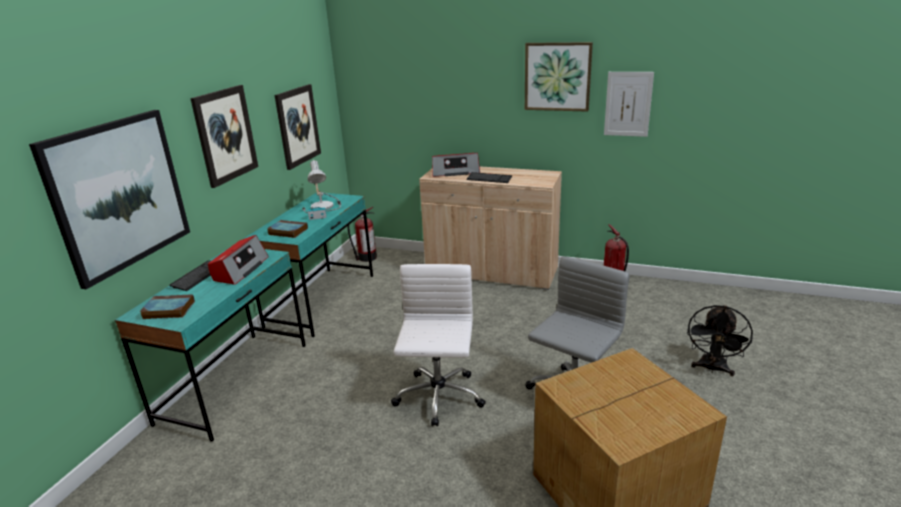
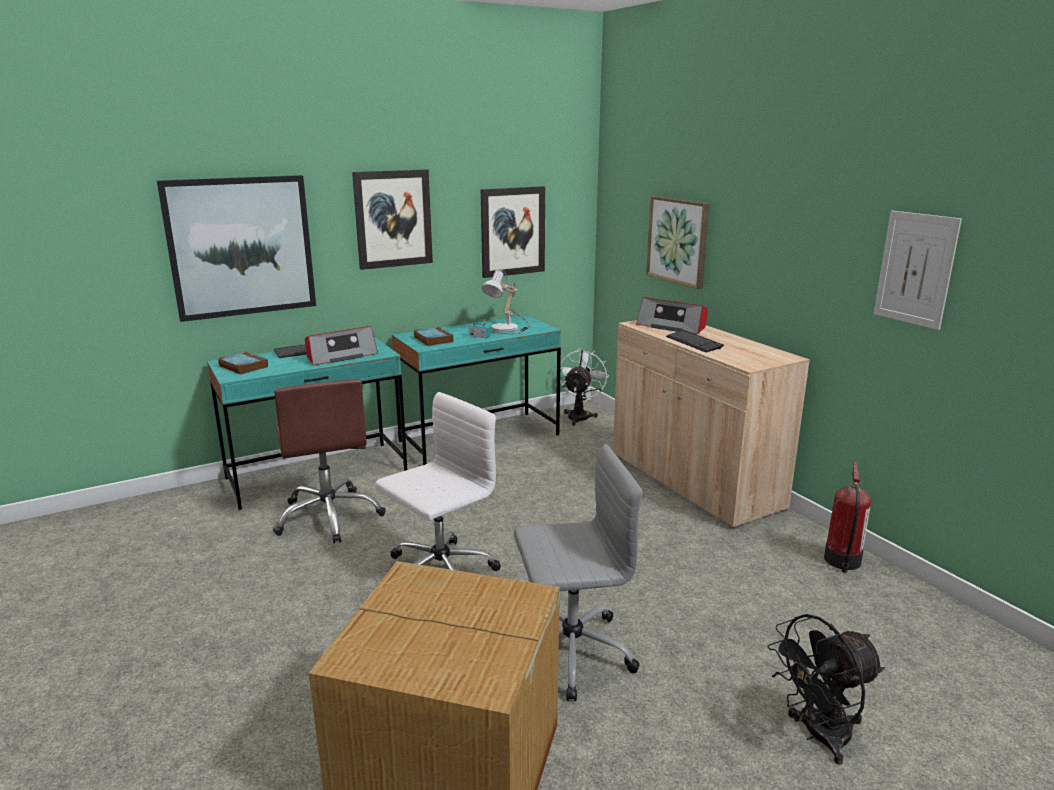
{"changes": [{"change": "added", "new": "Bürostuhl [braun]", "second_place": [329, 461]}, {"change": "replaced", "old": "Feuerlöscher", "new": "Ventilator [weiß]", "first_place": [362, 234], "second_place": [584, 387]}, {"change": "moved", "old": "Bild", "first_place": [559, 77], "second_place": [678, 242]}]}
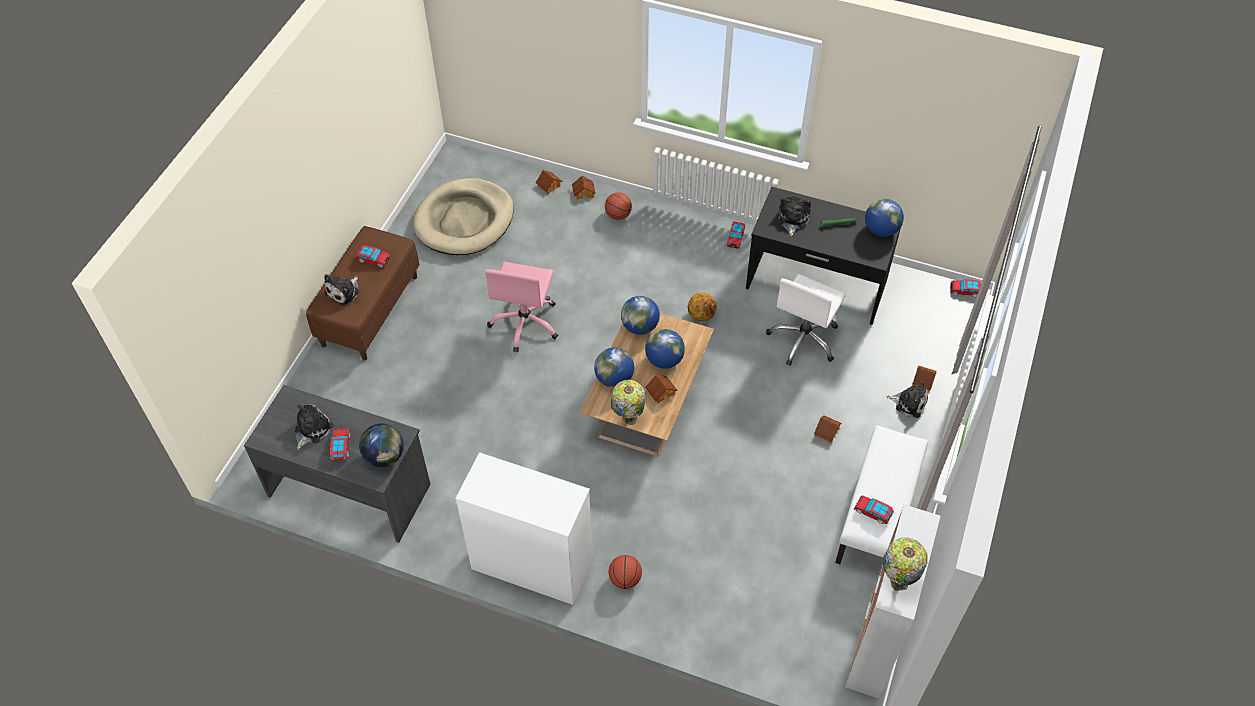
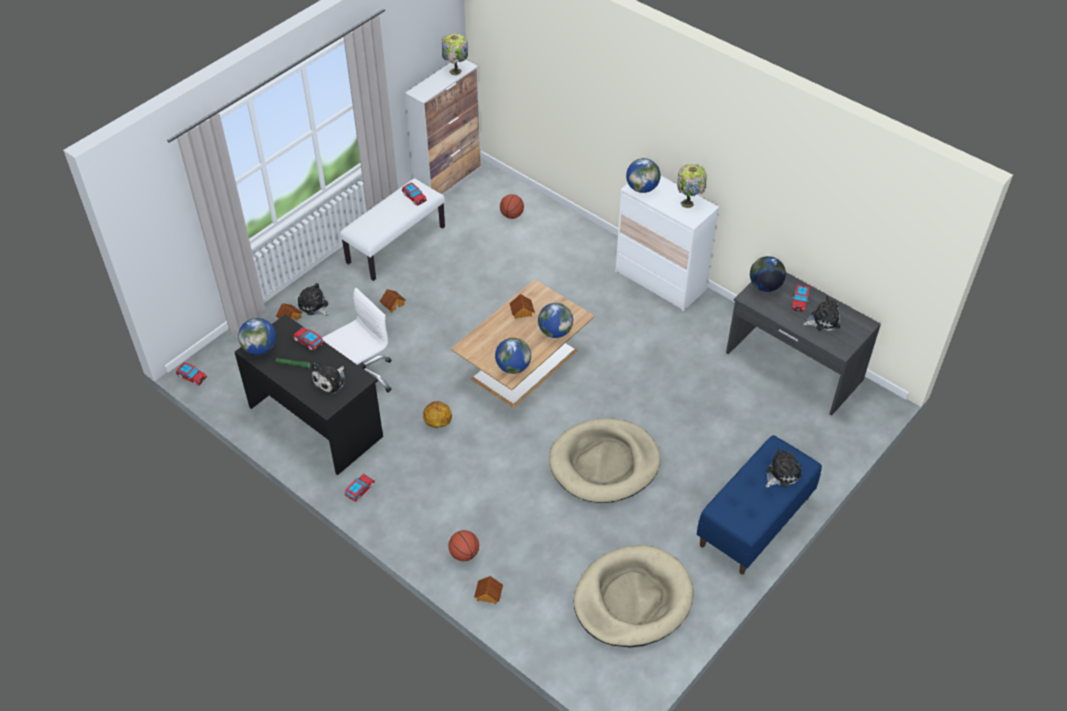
{"changes": [{"change": "moved", "old": "Spielzeugauto", "first_place": [373, 256], "second_place": [308, 338]}, {"change": "moved", "old": "Basketball", "first_place": [625, 572], "second_place": [512, 206]}, {"change": "replaced", "old": "Bürostuhl [rosa]", "new": "Hundebett [beige]", "first_place": [521, 307], "second_place": [605, 460]}, {"change": "moved", "old": "Globus", "first_place": [665, 349], "second_place": [643, 175]}, {"change": "moved", "old": "Tischlampe", "first_place": [628, 402], "second_place": [691, 186]}, {"change": "recoloured", "old": "Bank [braun]", "new": "Bank [blau]", "first_place": [363, 293], "second_place": [759, 504]}, {"change": "turned", "old": "Plüschtier", "first_place": [313, 427], "second_place": [821, 313], "degrees": -150}, {"change": "removed", "old": "Spielzeughaus", "first_place": [549, 182]}]}
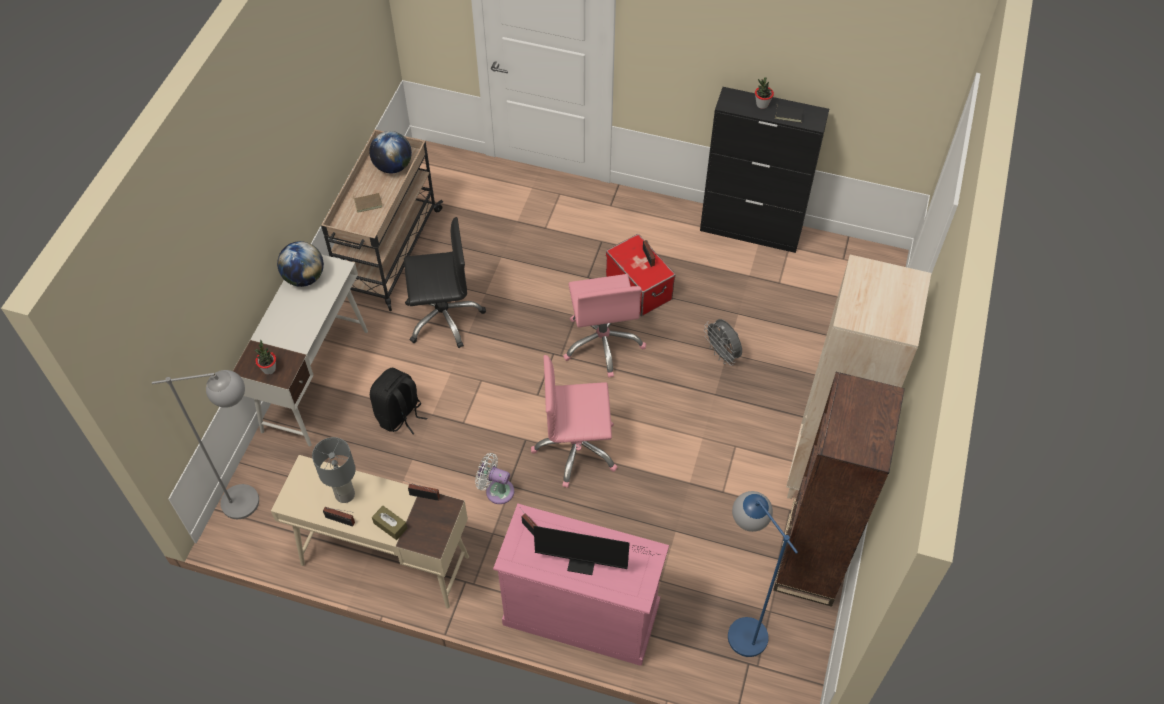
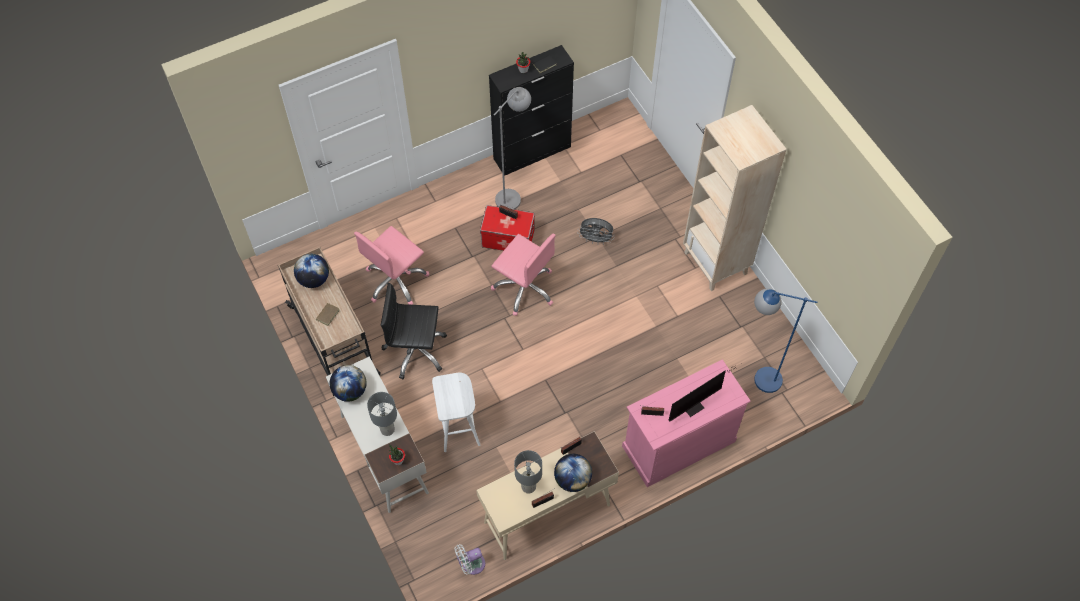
{"changes": [{"change": "moved", "old": "Bürostuhl [rosa]", "first_place": [574, 421], "second_place": [391, 265]}, {"change": "added", "new": "Tischlampe [grau]", "second_place": [382, 414]}, {"change": "turned", "old": "Bürostuhl [schwarz]", "first_place": [445, 282], "second_place": [414, 331], "degrees": -120}, {"change": "replaced", "old": "Rucksack [schwarz]", "new": "Hocker [weiß]", "first_place": [398, 401], "second_place": [456, 412]}, {"change": "moved", "old": "Ventilator [weiß]", "first_place": [494, 478], "second_place": [470, 559]}, {"change": "moved", "old": "Stehlampe [grau]", "first_place": [205, 444], "second_place": [512, 148]}, {"change": "replaced", "old": "Taschentuchbox [braun]", "new": "Globus", "first_place": [390, 523], "second_place": [573, 473]}, {"change": "removed", "old": "Bücherregal [braun]", "first_place": [839, 489]}]}
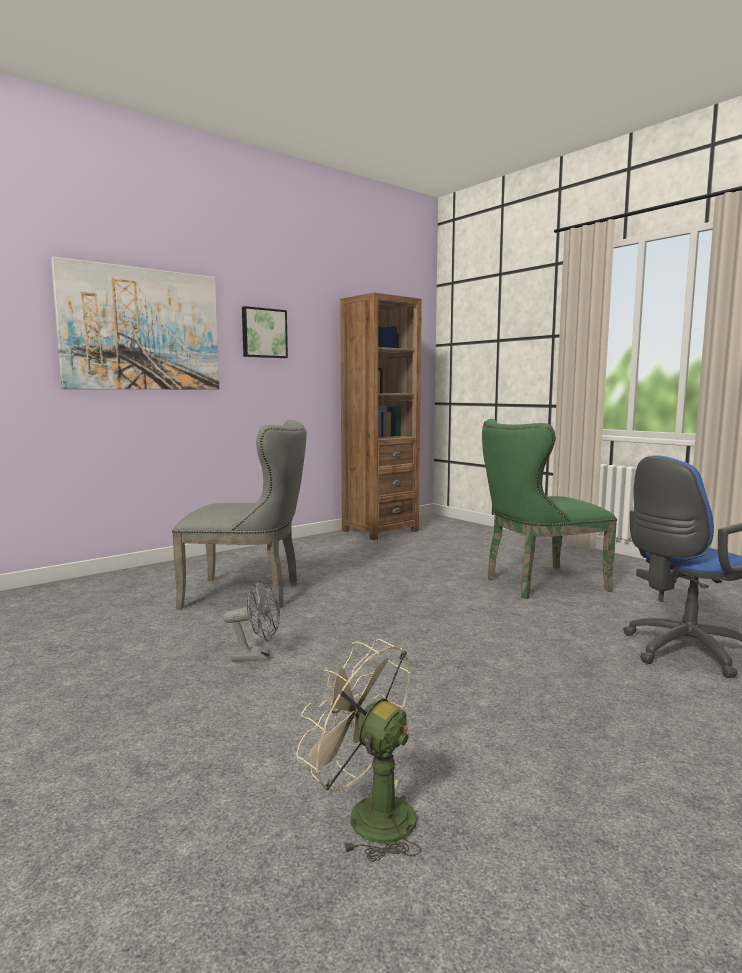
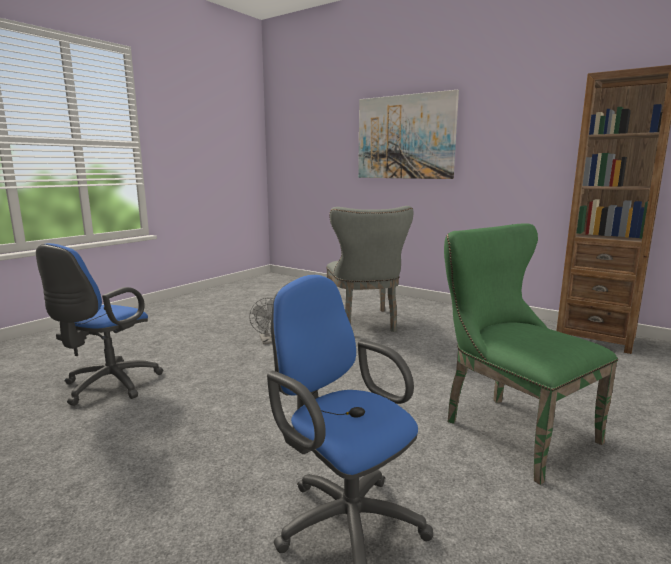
{"changes": [{"change": "replaced", "old": "Ventilator [beige]", "new": "Bürostuhl [blau]", "first_place": [358, 750], "second_place": [99, 324]}, {"change": "removed", "old": "Bild", "first_place": [265, 332]}]}
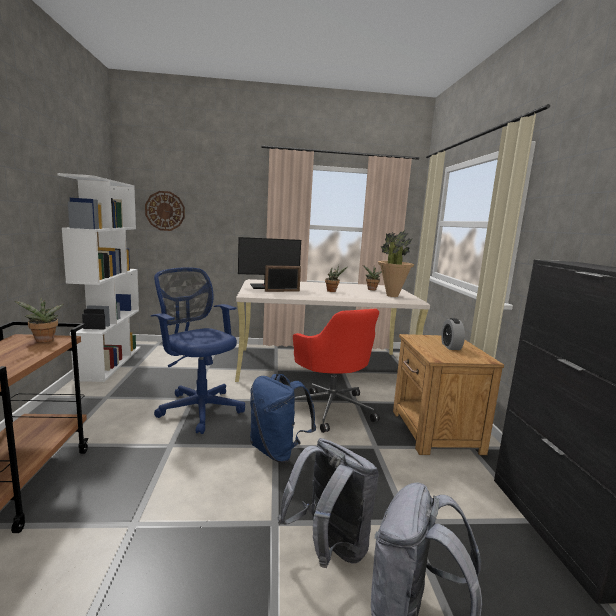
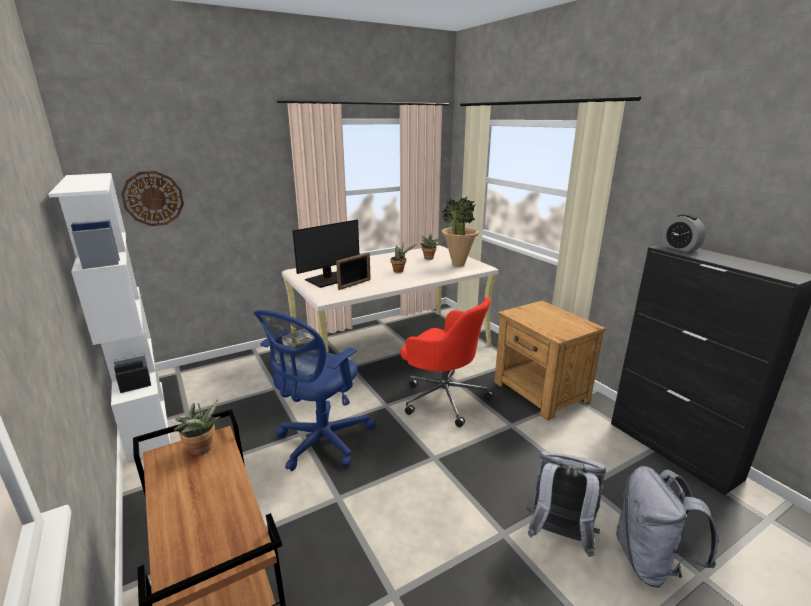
{"changes": [{"change": "turned", "old": "Bürostuhl [blau]", "first_place": [198, 350], "second_place": [314, 390], "degrees": -75}, {"change": "moved", "old": "Wecker", "first_place": [453, 334], "second_place": [684, 233]}, {"change": "removed", "old": "Rucksack [blau]", "first_place": [283, 418]}]}
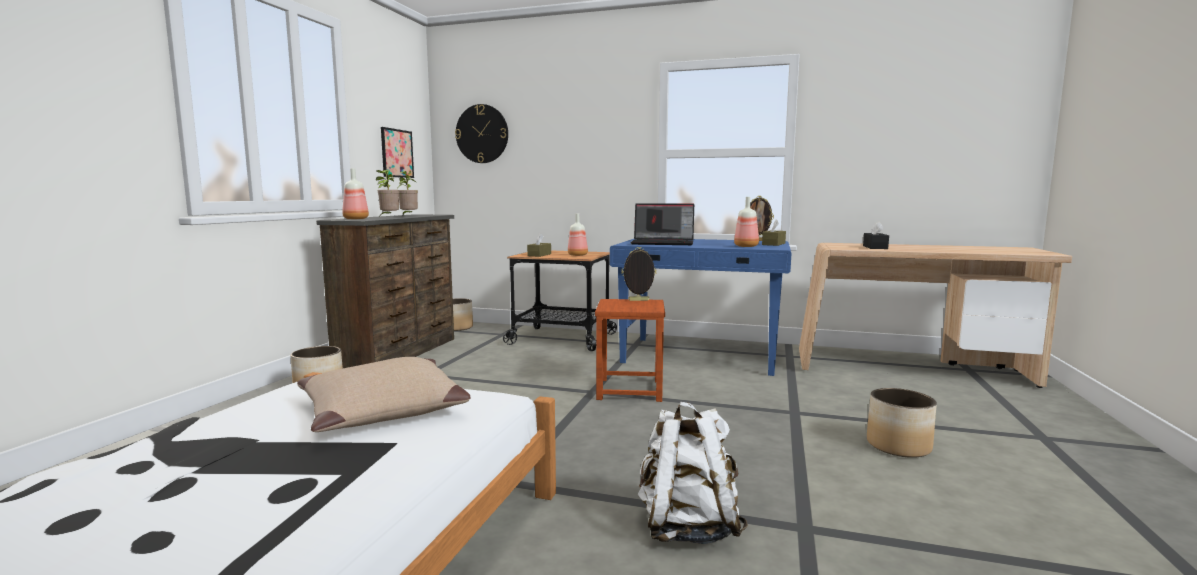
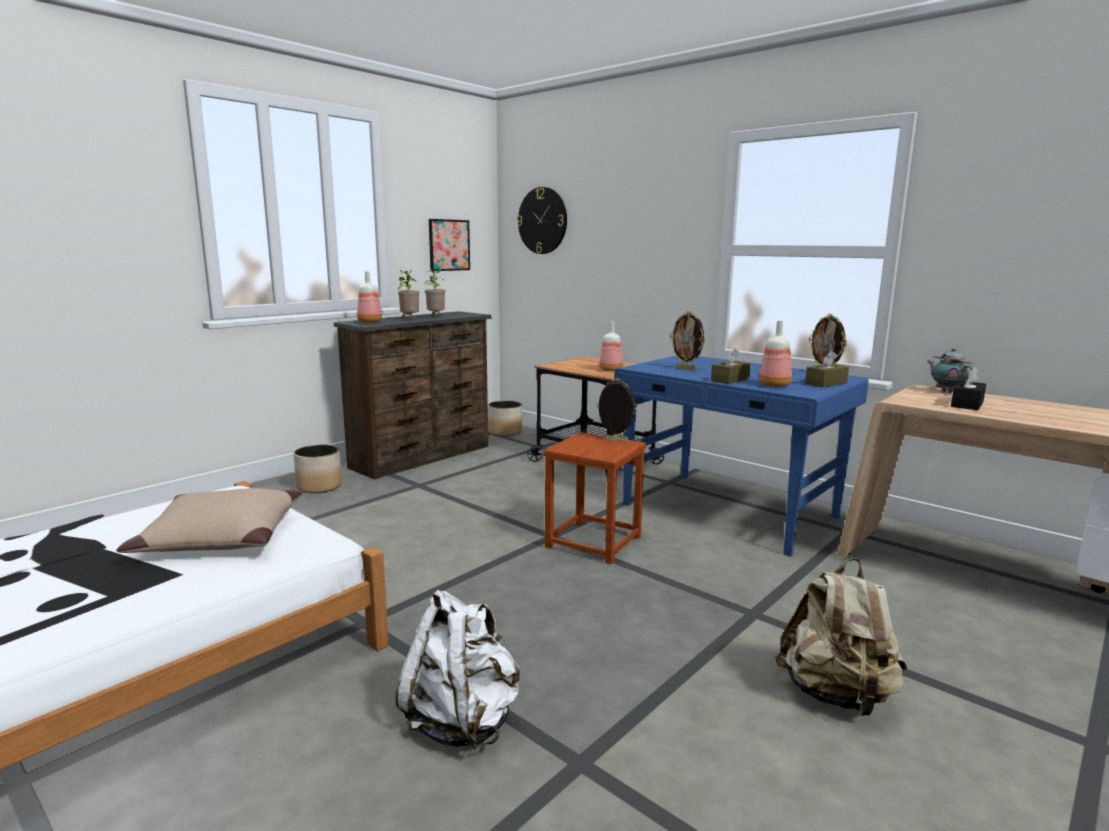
{"changes": [{"change": "replaced", "old": "Laptop", "new": "Bilderrahmen", "first_place": [662, 224], "second_place": [688, 340]}, {"change": "moved", "old": "Taschentuchbox [braun]", "first_place": [539, 245], "second_place": [731, 366]}, {"change": "replaced", "old": "Pflanzkübel", "new": "Rucksack [beige]", "first_place": [902, 423], "second_place": [841, 637]}, {"change": "added", "new": "Teekanne", "second_place": [950, 370]}]}
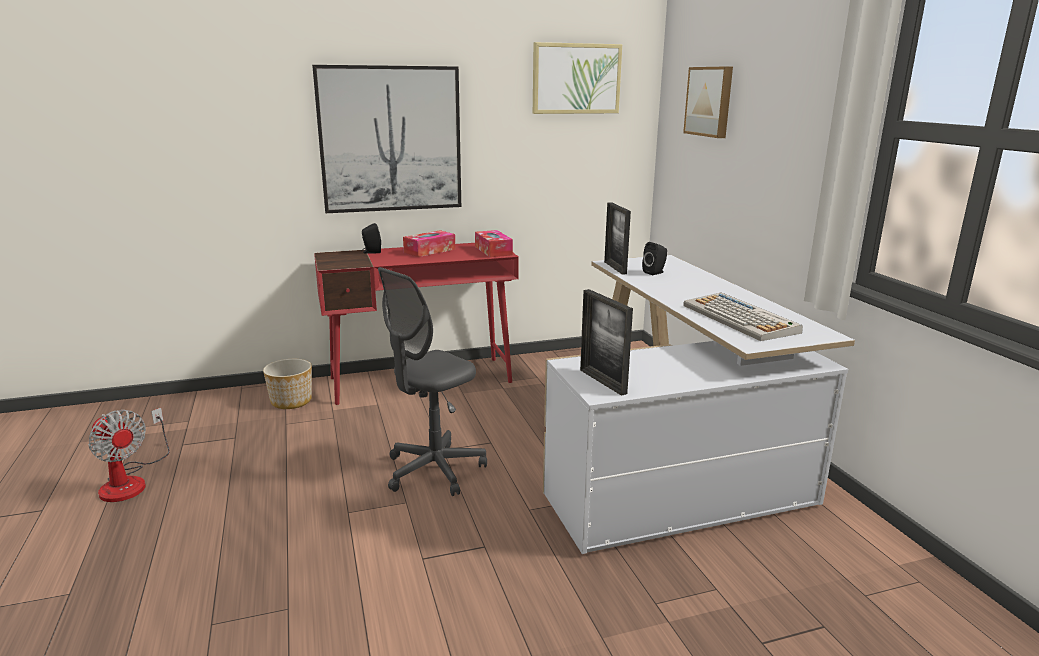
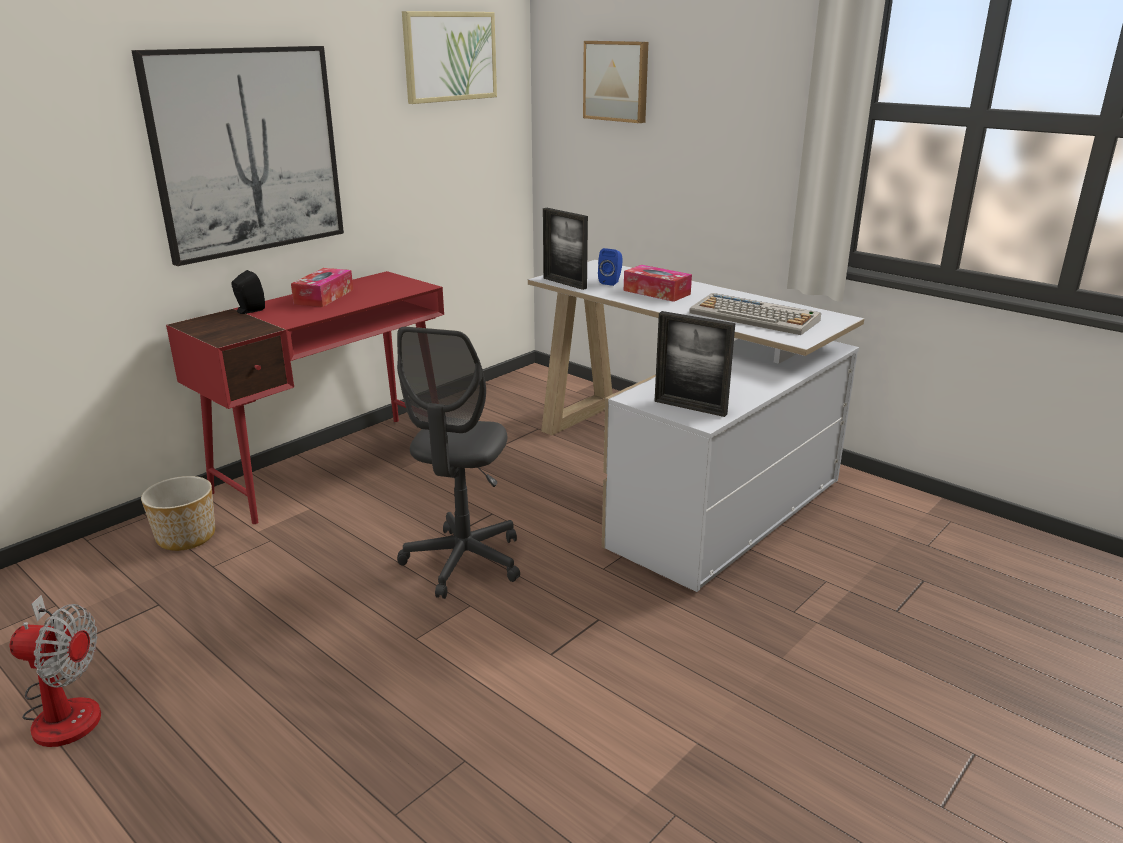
{"changes": [{"change": "recoloured", "old": "Lautsprecher [schwarz]", "new": "Lautsprecher [blau]", "first_place": [654, 258], "second_place": [610, 267]}, {"change": "moved", "old": "Taschentuchbox", "first_place": [494, 243], "second_place": [658, 283]}]}
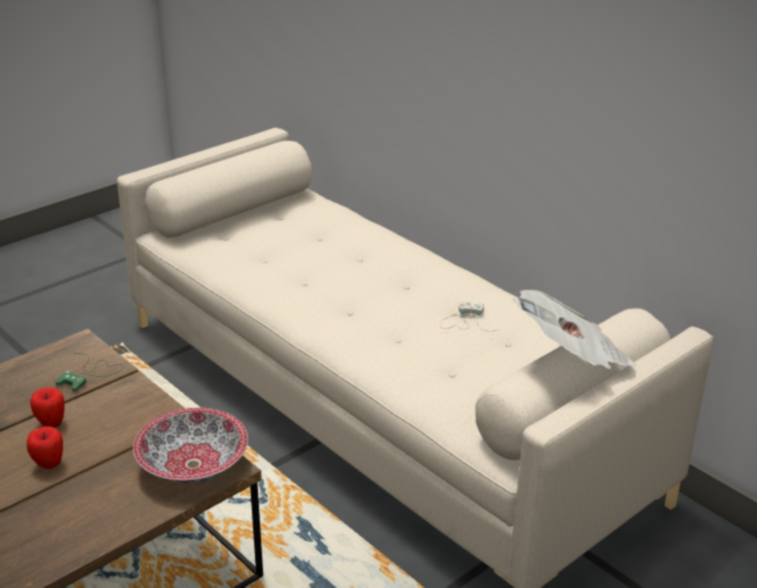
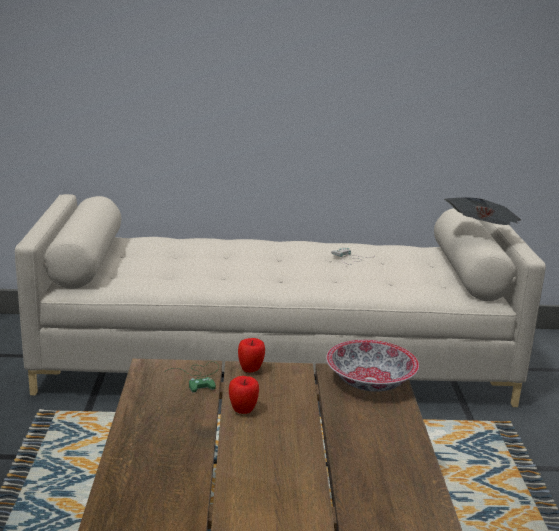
{"changes": [{"change": "moved", "old": "Apfel", "first_place": [45, 447], "second_place": [251, 355]}]}
